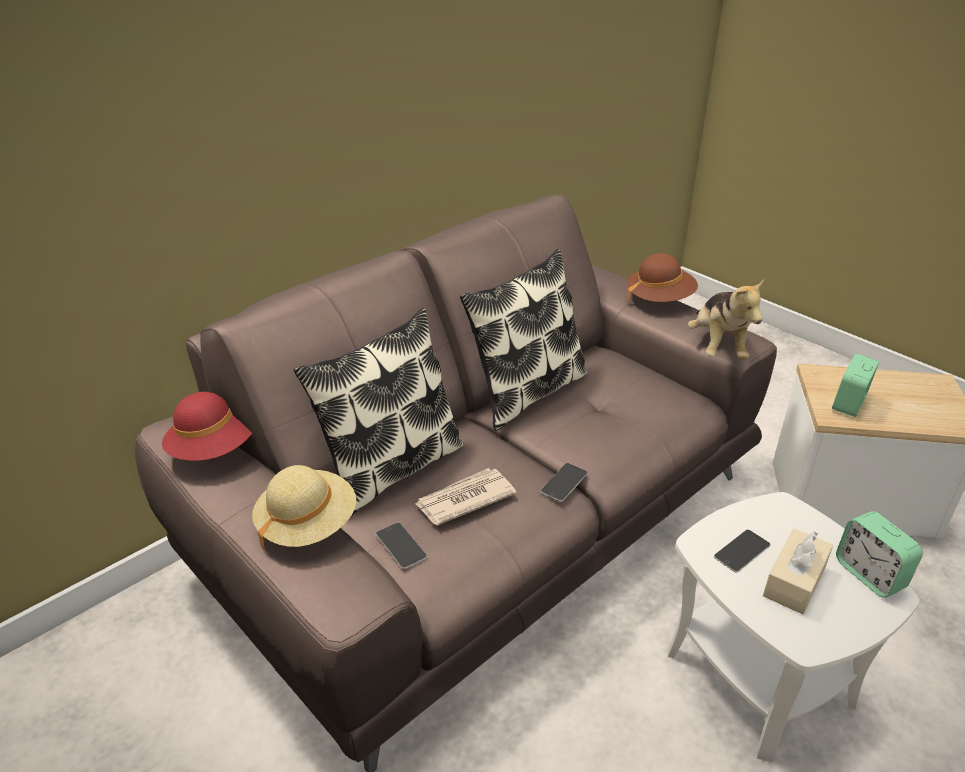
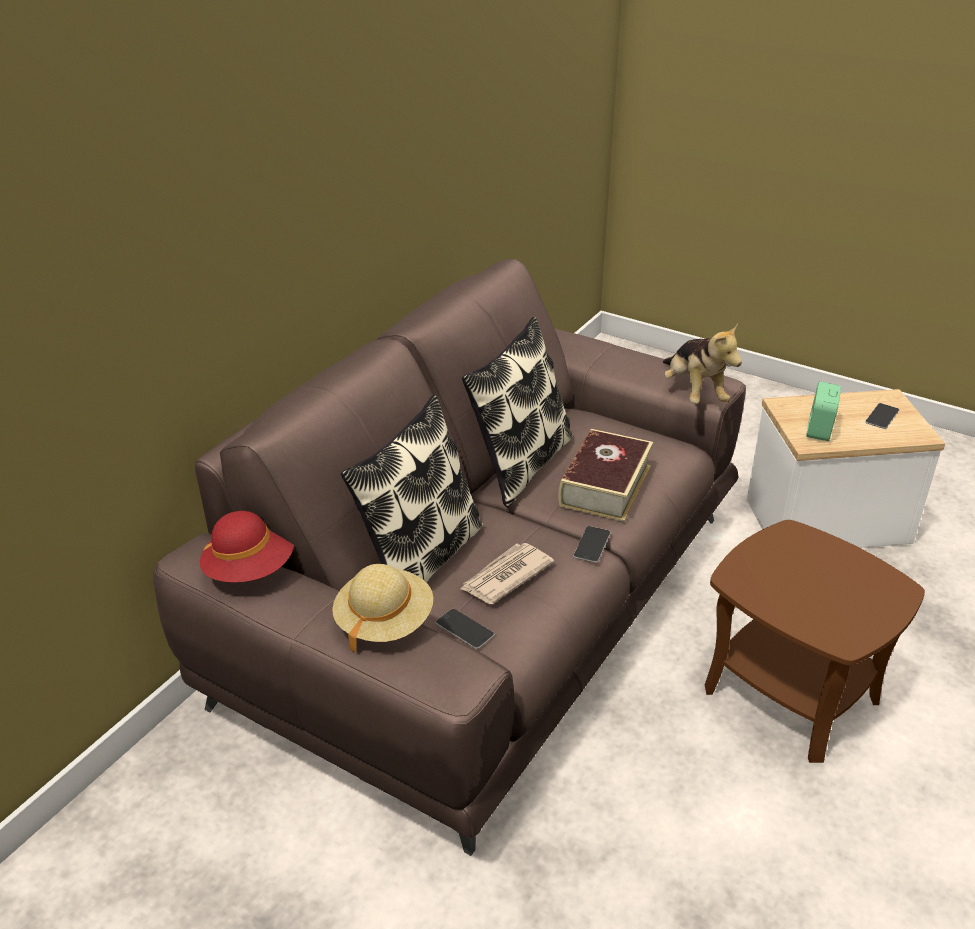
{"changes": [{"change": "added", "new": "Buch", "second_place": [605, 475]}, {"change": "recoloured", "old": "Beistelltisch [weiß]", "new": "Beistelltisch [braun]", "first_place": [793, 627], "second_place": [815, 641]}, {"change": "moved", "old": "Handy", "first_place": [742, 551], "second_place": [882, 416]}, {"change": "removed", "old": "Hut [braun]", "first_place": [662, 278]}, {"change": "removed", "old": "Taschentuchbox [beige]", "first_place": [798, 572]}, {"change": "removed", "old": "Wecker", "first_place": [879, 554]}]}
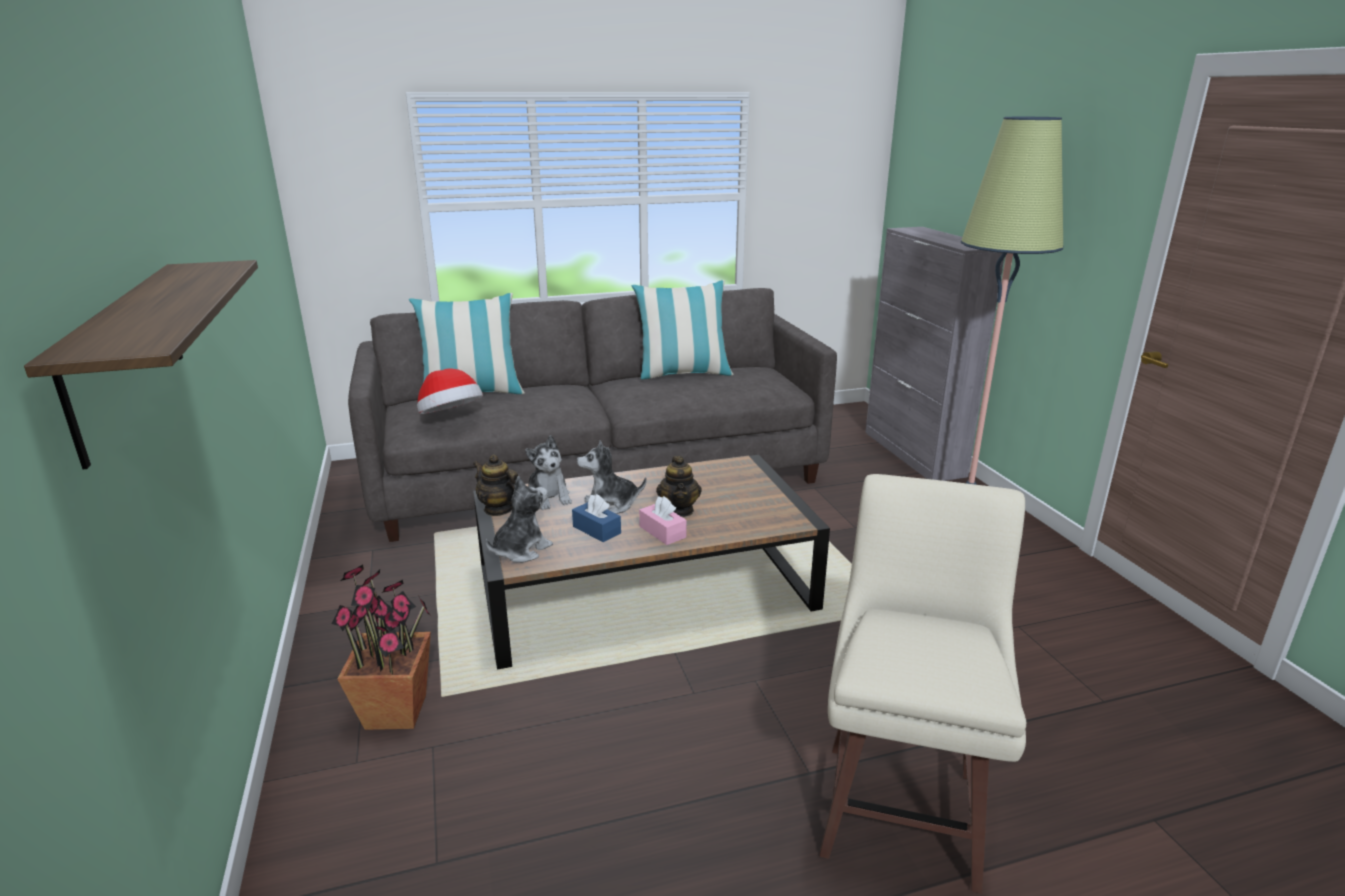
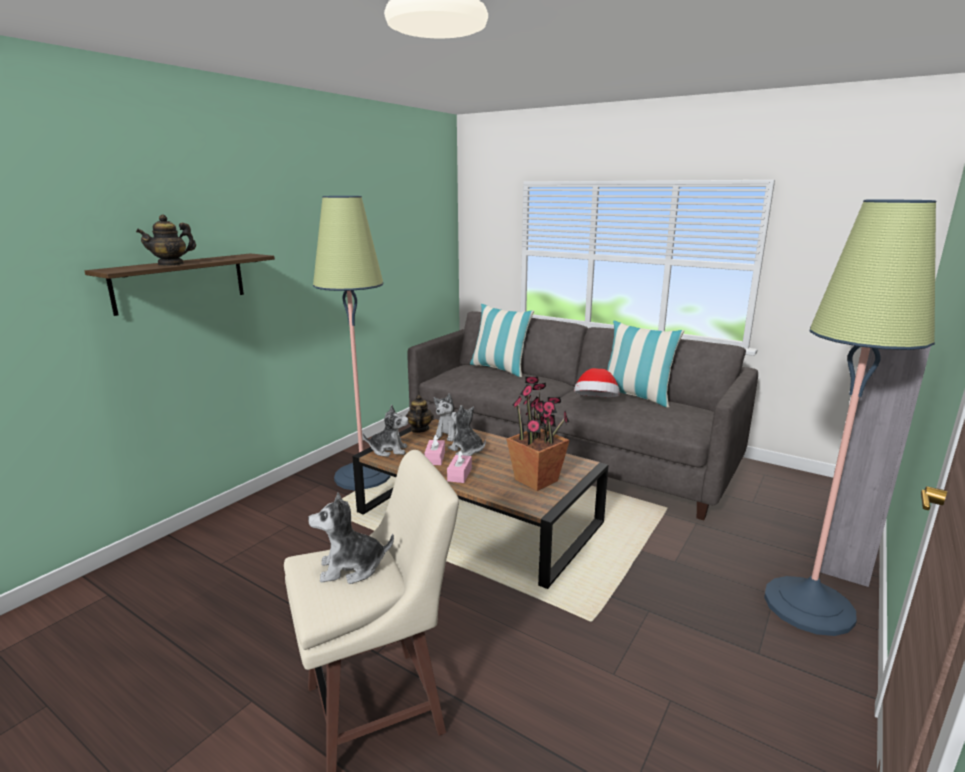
{"changes": [{"change": "moved", "old": "Teekanne", "first_place": [679, 486], "second_place": [166, 240]}, {"change": "added", "new": "Plüschtier", "second_place": [351, 538]}, {"change": "added", "new": "Stehlampe", "second_place": [352, 343]}, {"change": "recoloured", "old": "Taschentuchbox [blau]", "new": "Taschentuchbox [rosa]", "first_place": [596, 518], "second_place": [435, 450]}, {"change": "moved", "old": "Topfpflanze", "first_place": [381, 647], "second_place": [538, 434]}, {"change": "moved", "old": "Hut", "first_place": [450, 391], "second_place": [597, 383]}]}
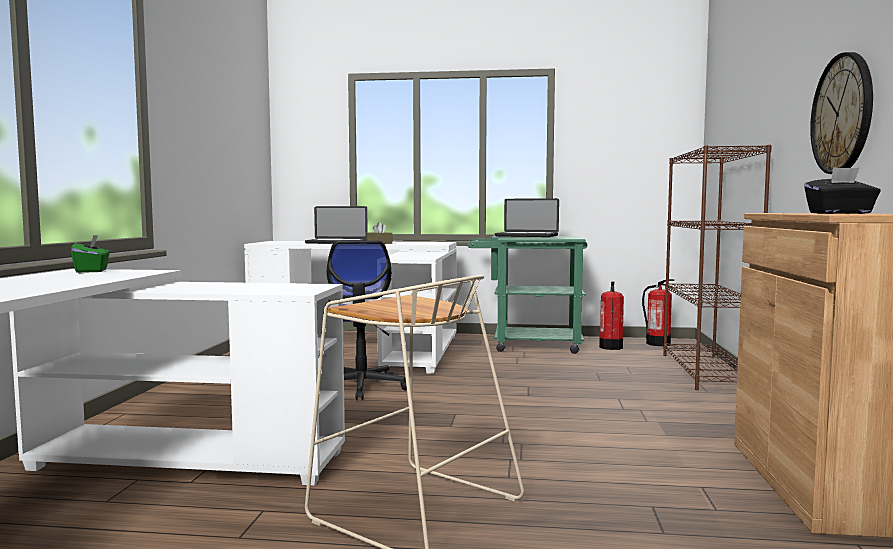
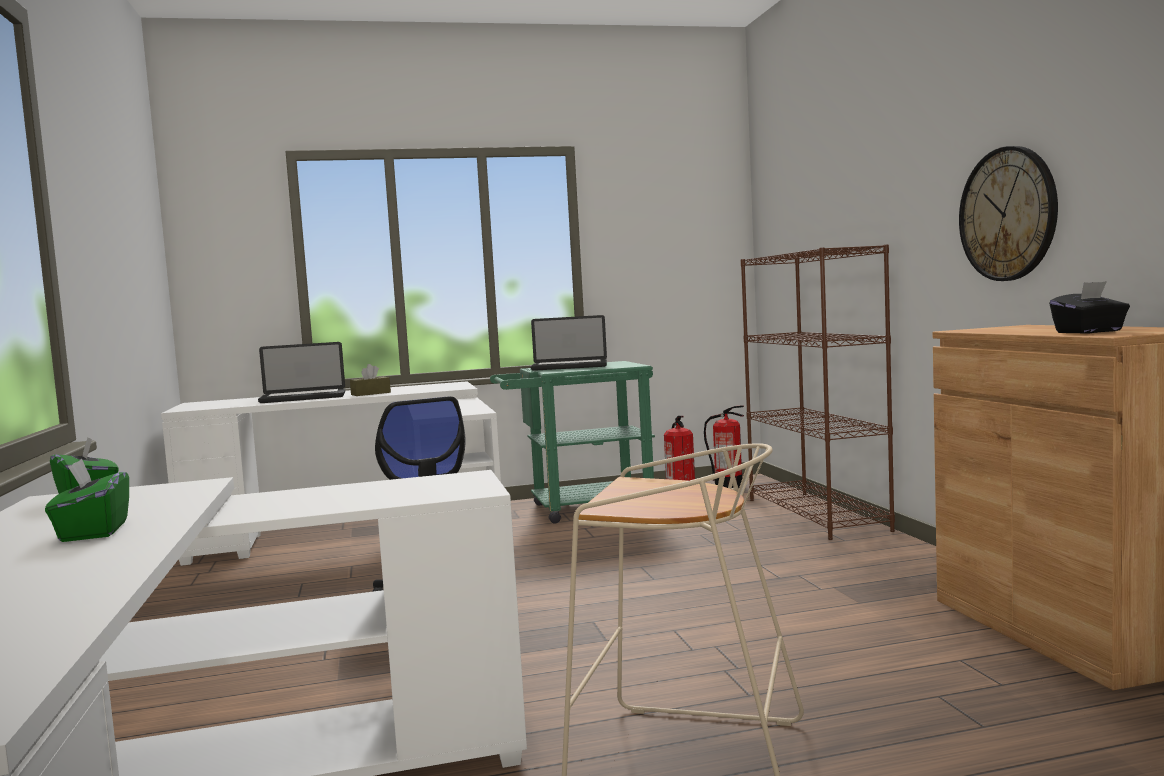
{"changes": [{"change": "added", "new": "Taschentuchbox [grün]", "second_place": [87, 500]}]}
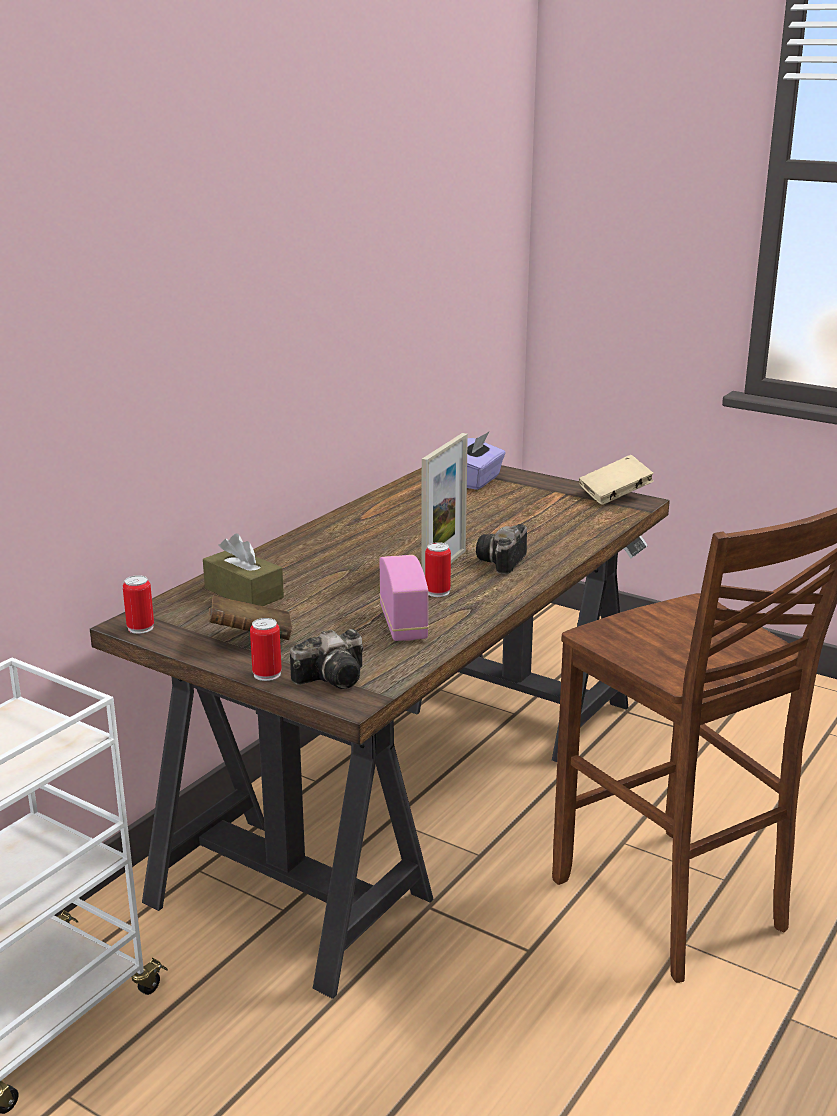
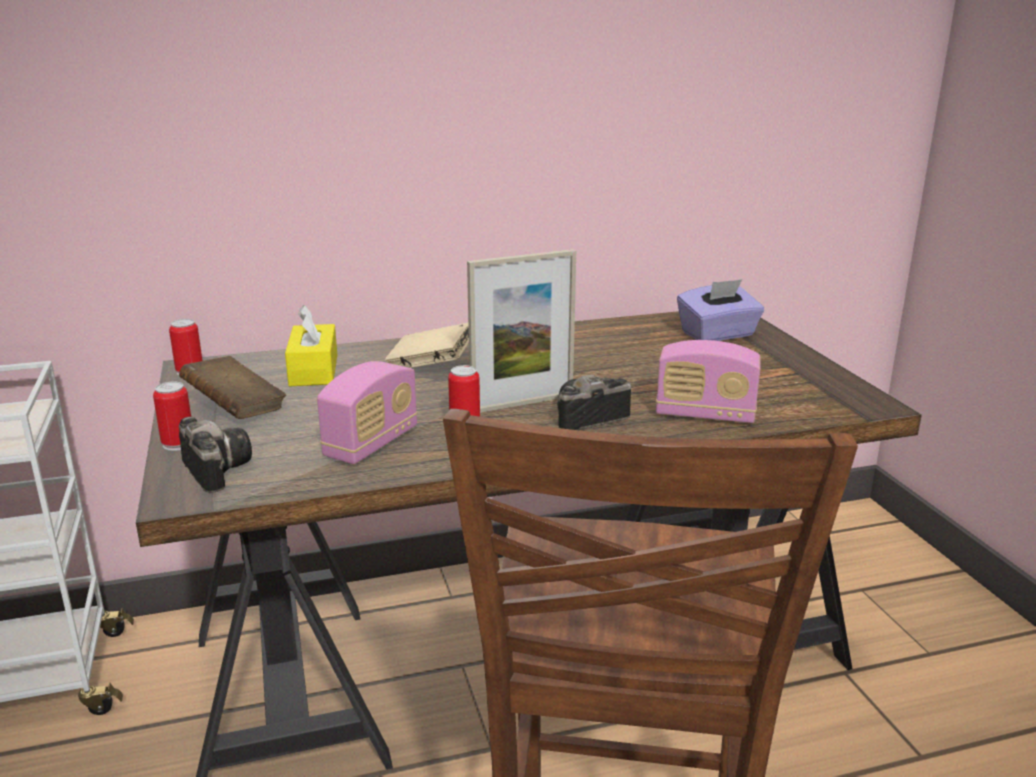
{"changes": [{"change": "turned", "old": "Kamera", "first_place": [326, 659], "second_place": [215, 455], "degrees": -135}, {"change": "recoloured", "old": "Taschentuchbox [braun]", "new": "Taschentuchbox [gelb]", "first_place": [243, 570], "second_place": [311, 346]}, {"change": "moved", "old": "Buch [beige]", "first_place": [616, 480], "second_place": [427, 345]}, {"change": "added", "new": "Radio", "second_place": [708, 381]}]}
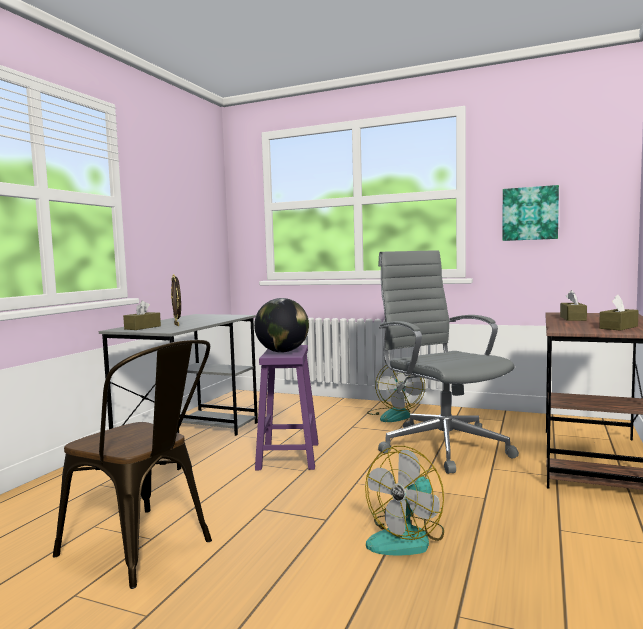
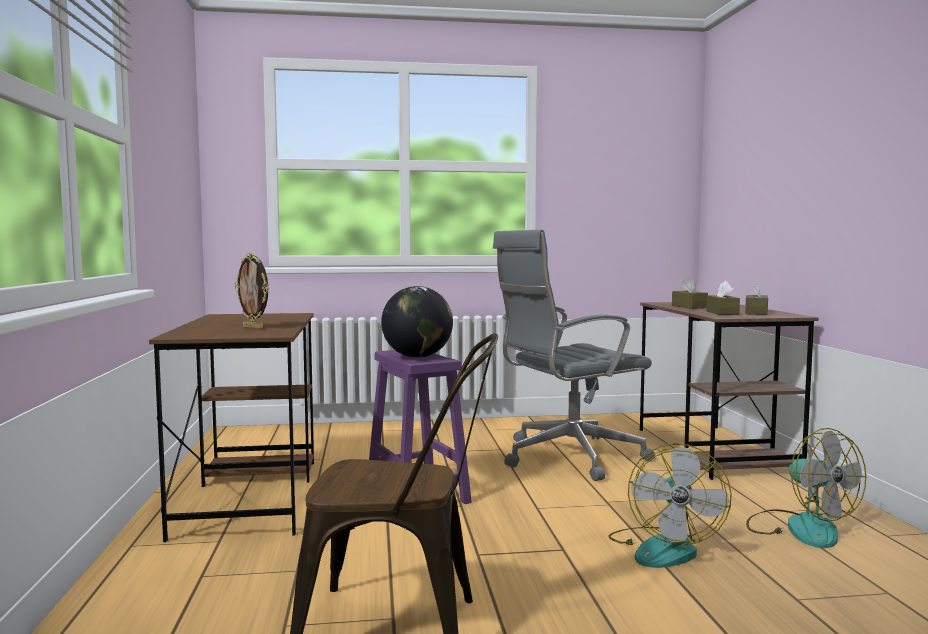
{"changes": [{"change": "recoloured", "old": "Schreibtisch [grau]", "new": "Schreibtisch [braun]", "first_place": [178, 392], "second_place": [231, 427]}, {"change": "turned", "old": "Bürostuhl [grau]", "first_place": [448, 362], "second_place": [574, 355], "degrees": -60}, {"change": "moved", "old": "Taschentuchbox [braun]", "first_place": [142, 315], "second_place": [723, 298]}, {"change": "moved", "old": "Ventilator", "first_place": [396, 393], "second_place": [806, 488]}, {"change": "removed", "old": "Bild", "first_place": [530, 213]}]}
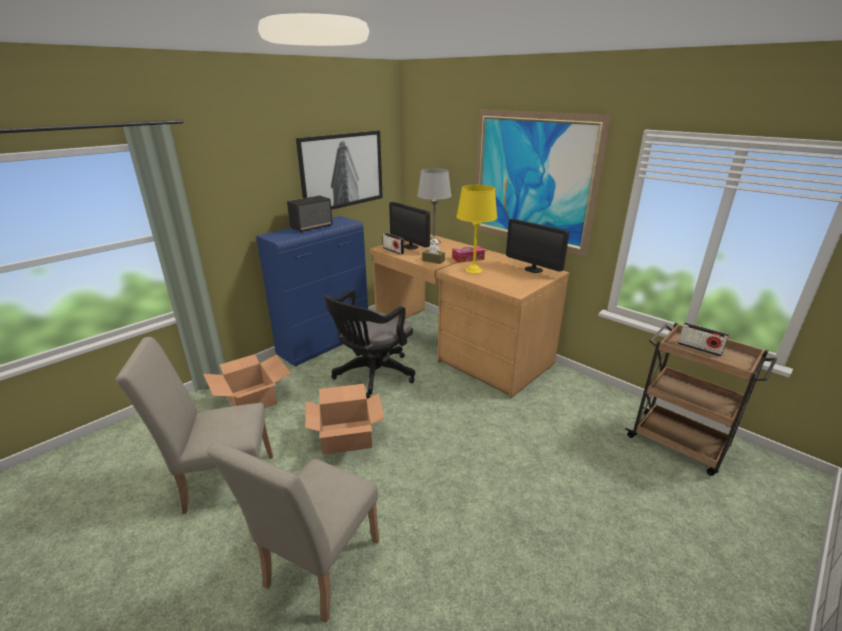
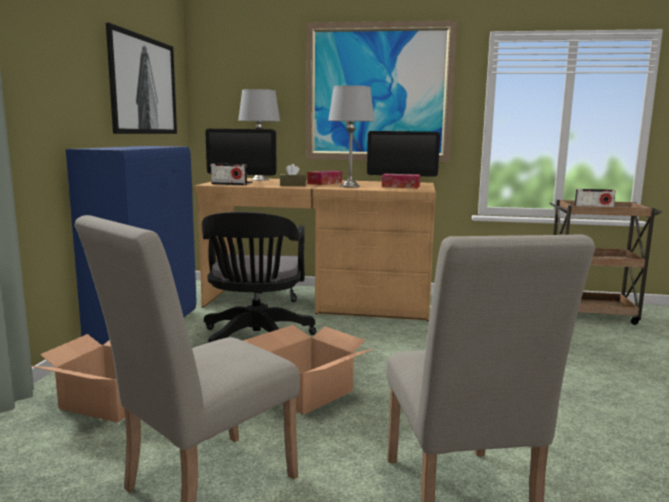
{"changes": [{"change": "recoloured", "old": "Tischlampe [gelb]", "new": "Tischlampe [grau]", "first_place": [476, 229], "second_place": [351, 136]}, {"change": "added", "new": "Taschentuchbox", "second_place": [401, 181]}, {"change": "removed", "old": "Lautsprecher", "first_place": [310, 214]}]}
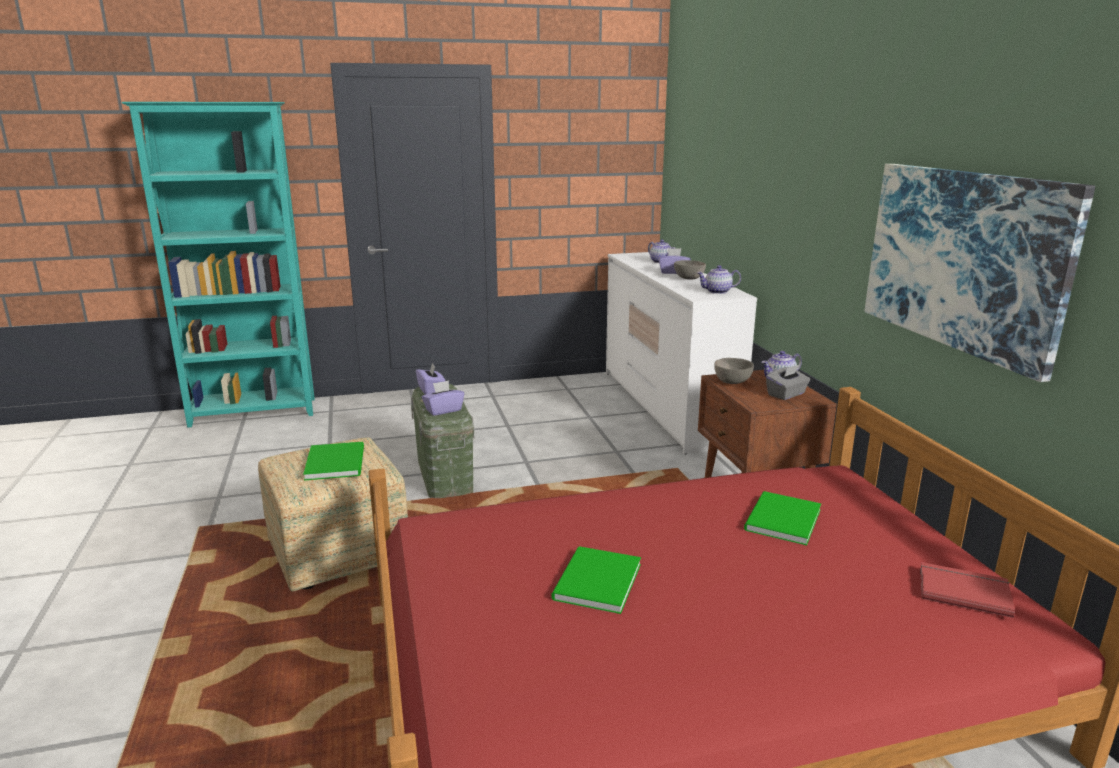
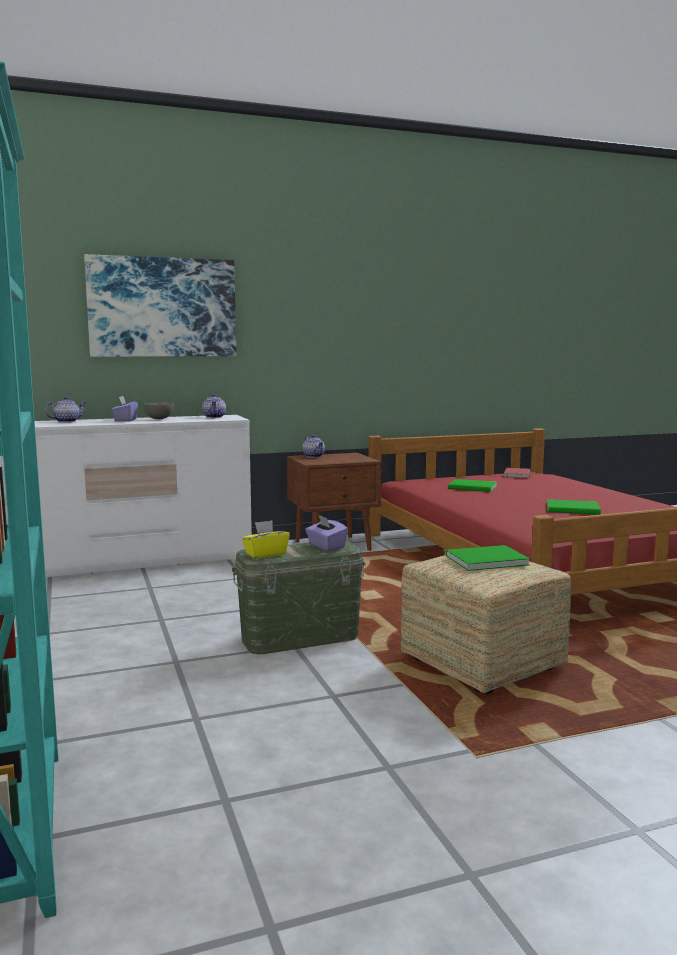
{"changes": [{"change": "moved", "old": "Bild", "first_place": [979, 273], "second_place": [160, 305]}, {"change": "recoloured", "old": "Taschentuchbox [lila]", "new": "Taschentuchbox [gelb]", "first_place": [430, 379], "second_place": [266, 539]}, {"change": "removed", "old": "Schüssel [grau]", "first_place": [734, 371]}, {"change": "removed", "old": "Taschentuchbox [grau]", "first_place": [788, 382]}]}
